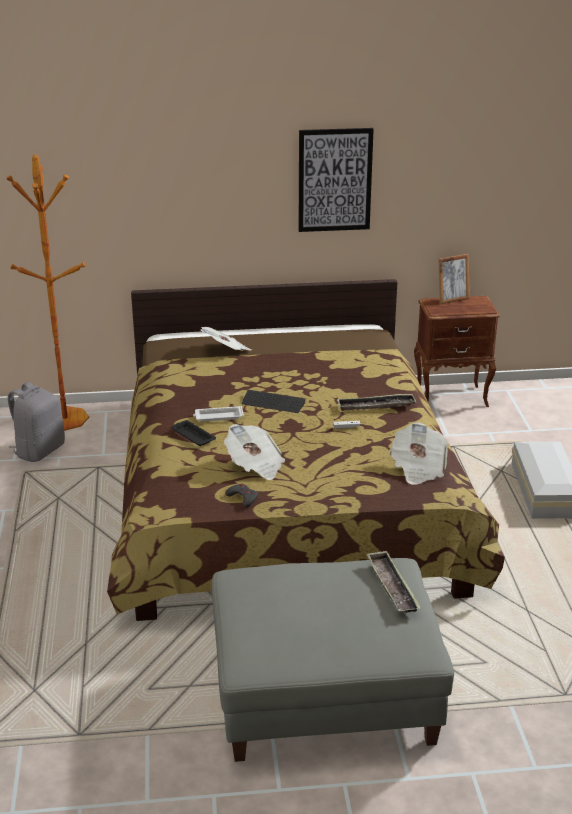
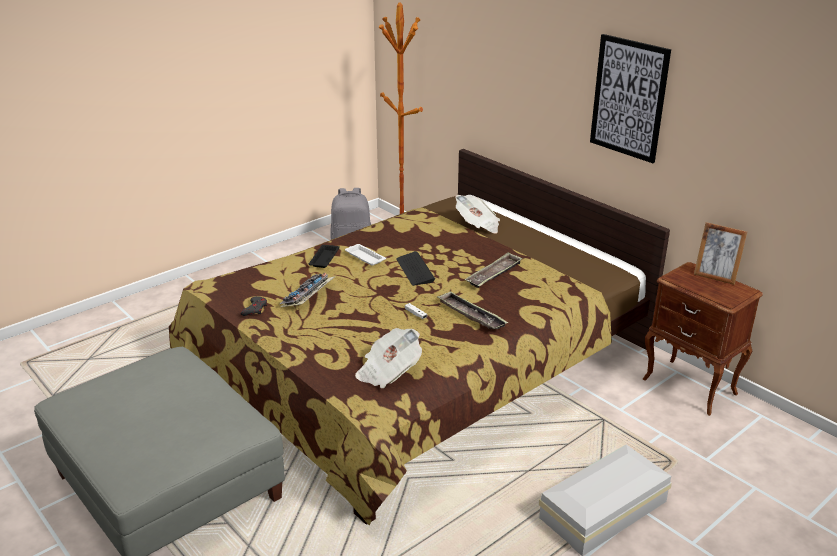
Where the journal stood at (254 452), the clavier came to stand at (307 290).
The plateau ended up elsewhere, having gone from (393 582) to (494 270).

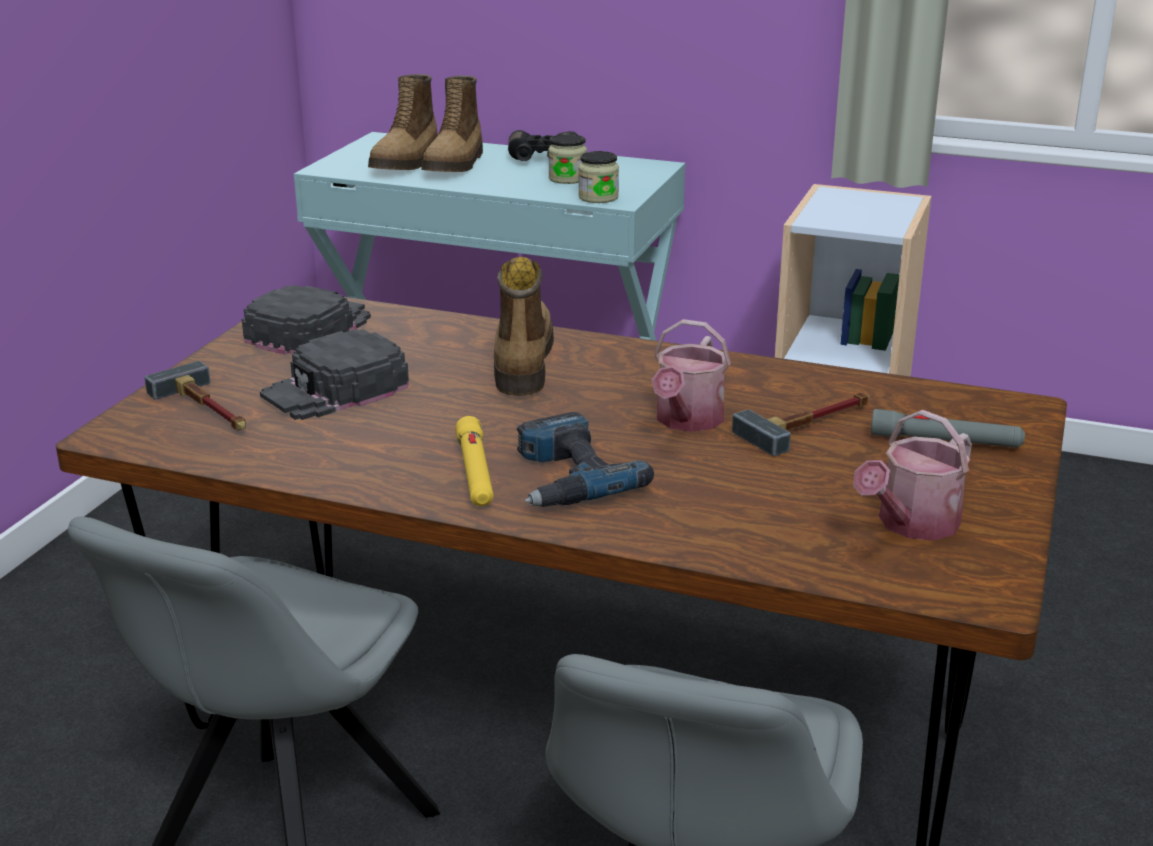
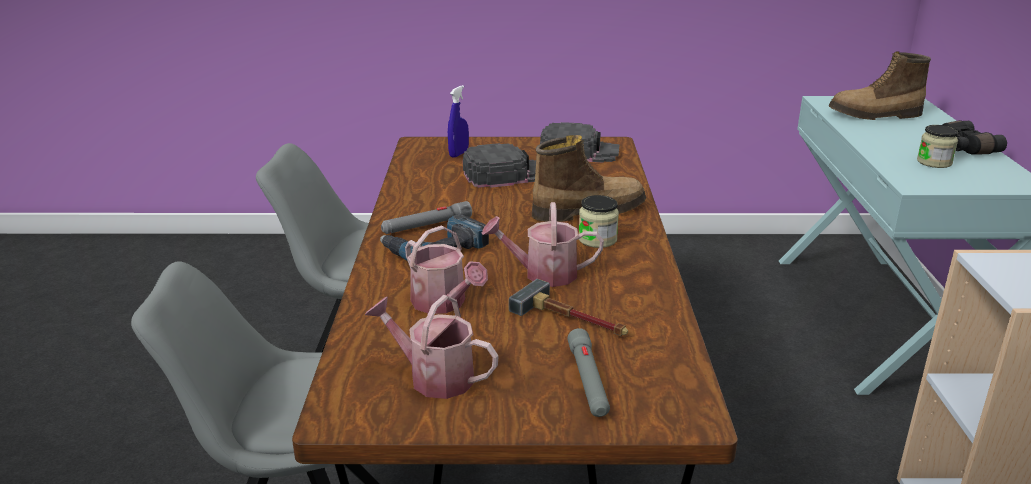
What was the lampe de poche/jaune at (474 461) turned into the lampe de poche/gris at (426 217).
The second view gained the arrosoir at (446 270).
Where the marteau stood at (195 396), the vaporisateur/bleu came to stand at (458 121).
The casquette/noir at (334 374) ended up facing another way, 135 degrees clockwise from before.
The bocal ended up elsewhere, having gone from (598 177) to (599 221).
The second view lost the botte at (452 123).

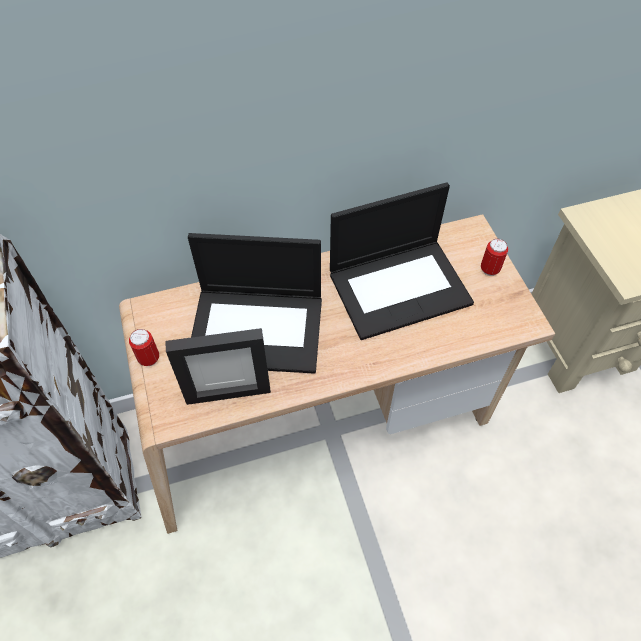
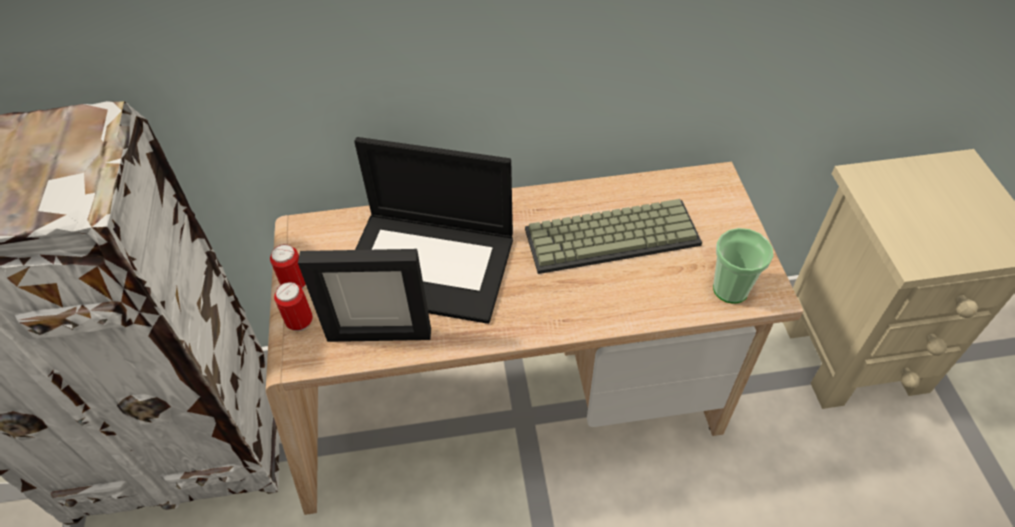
The boîte métallique ended up elsewhere, having gone from (494 257) to (293 306).
Where the ordinateur portable stood at (402 261), the clavier came to stand at (613 236).
The second view gained the tasse at (743 266).

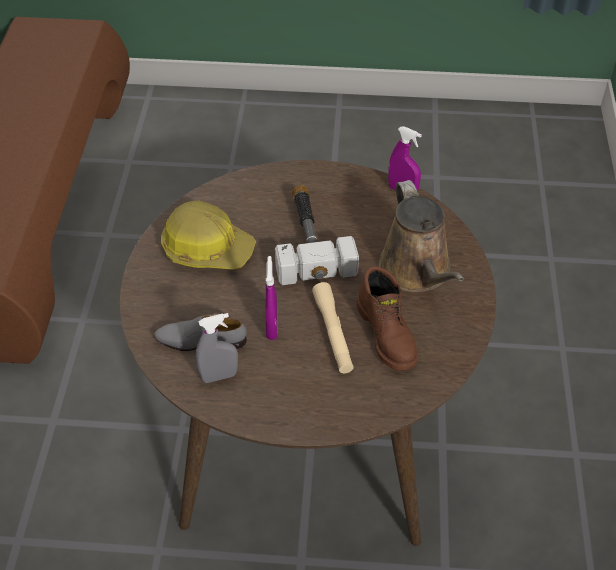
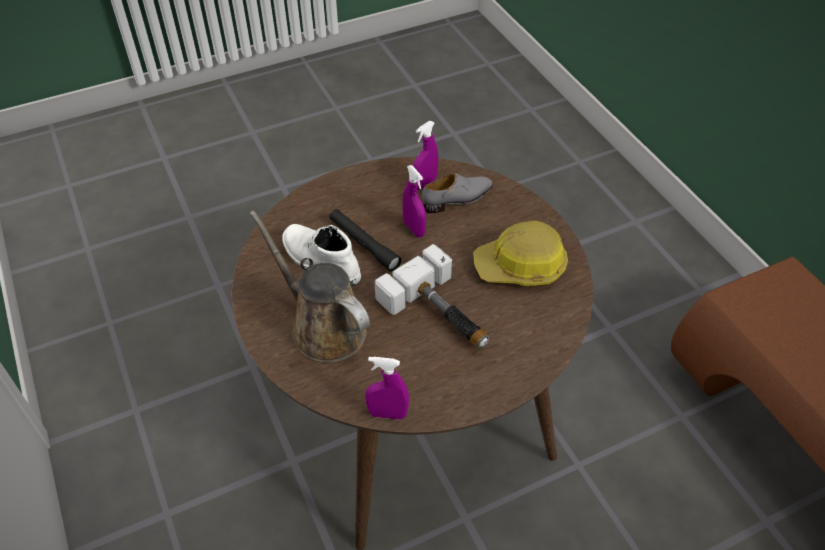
What was the botte/marron at (387 318) turned into the botte/blanc at (321 255).
What was the lampe de poche/beige at (333 327) turned into the lampe de poche/noir at (365 240).
What was the vaporisateur/gris at (217 348) turned into the vaporisateur/violet at (425 155).

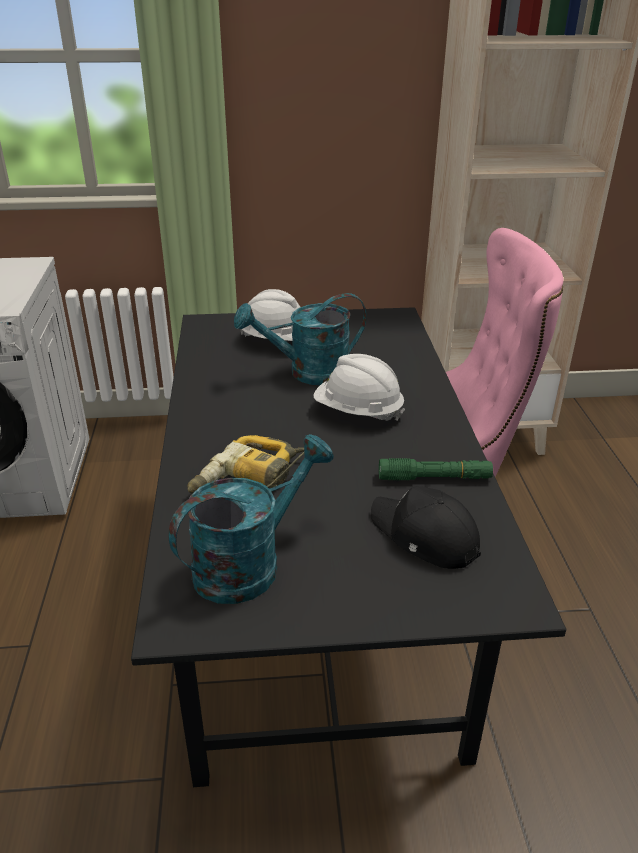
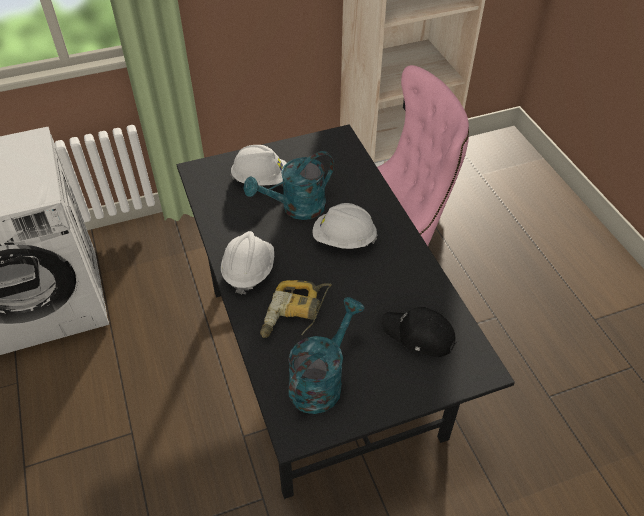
The second view gained the casque de chantier/blanc at (247 262).
The second view lost the lampe de poche/vert at (436 469).

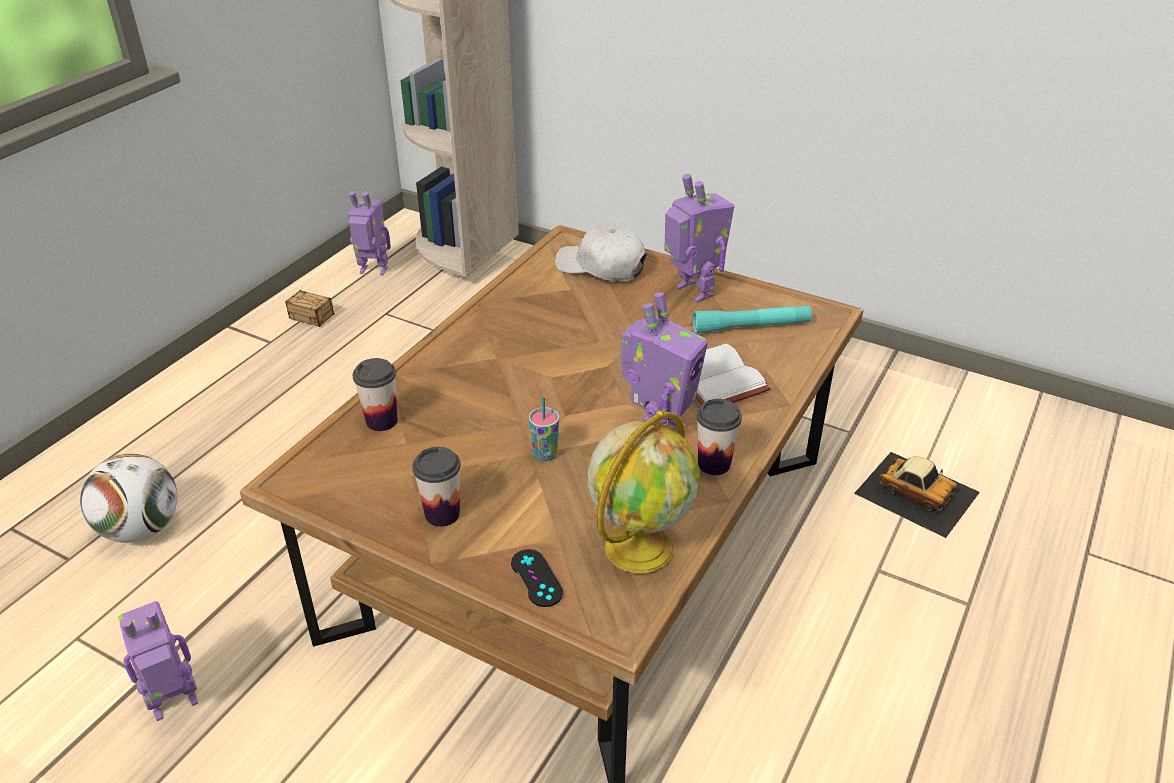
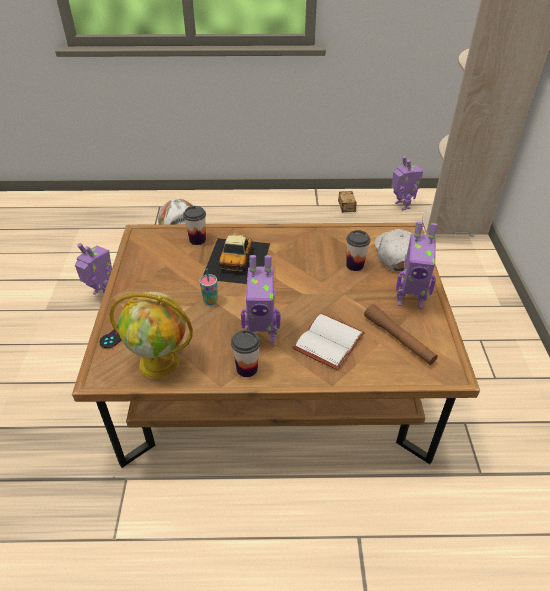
The petite voiture ended up elsewhere, having gone from (917 495) to (236 259).
The tasse ended up elsewhere, having gone from (436 487) to (358 250).
What was the lampe de poche/turquoise at (752 319) turned into the lampe de poche/marron at (401 334).
The robot jouet at (699 238) ended up facing another way, 75 degrees clockwise from before.

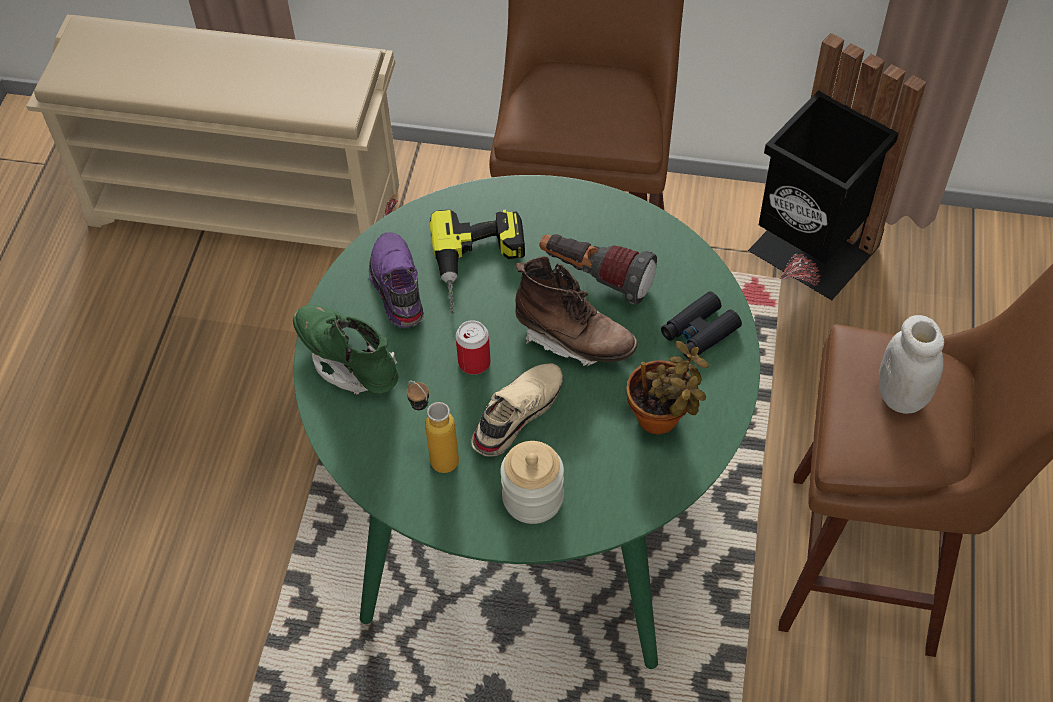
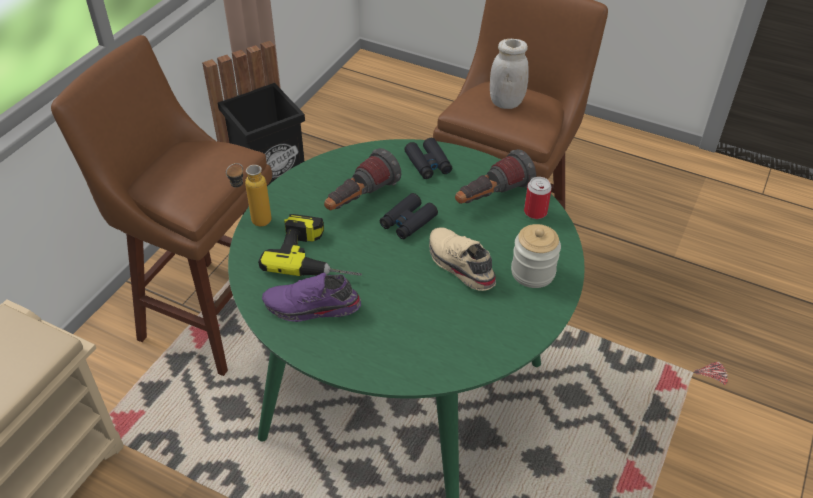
The bouteille ended up elsewhere, having gone from (433 426) to (248 194).
Where the botte/marron stood at (576 311), the jumelles/noir came to stand at (409 216).
Where the plante en pot stood at (667 388), the lampe de poche came to stand at (495 176).
The boîte métallique ended up elsewhere, having gone from (473 347) to (538 198).
The second view lost the botte/vert at (345 350).

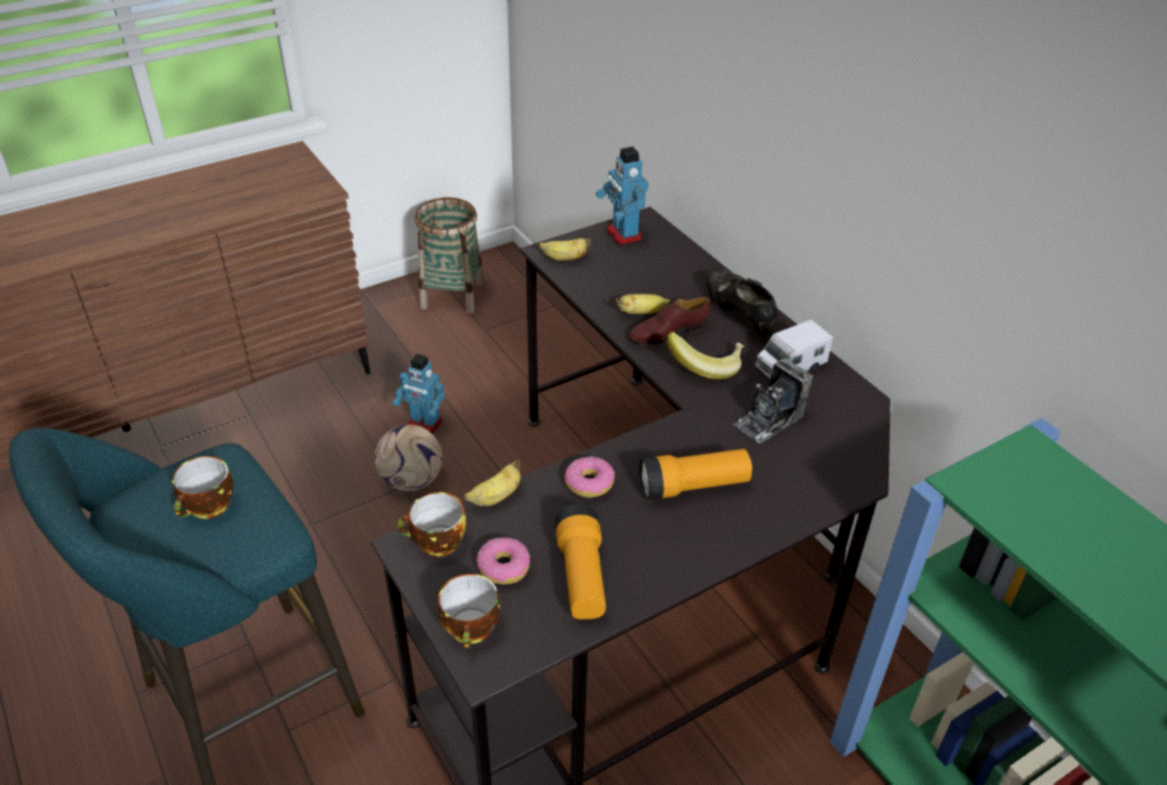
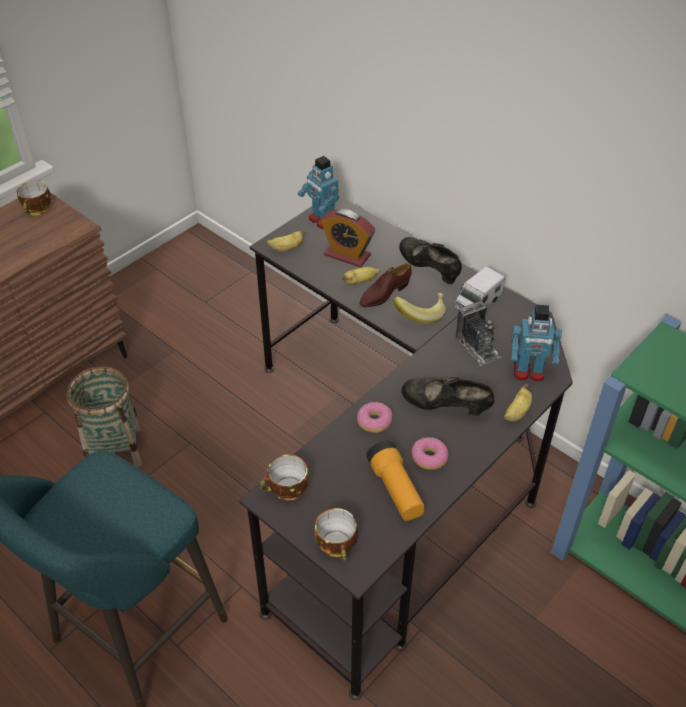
The tasse ended up elsewhere, having gone from (203 487) to (34 198).
The panier ended up elsewhere, having gone from (449 255) to (104 416).
The second view gained the réveil at (348 238).
Where the lampe de poche stood at (695 474), the chaussure/noir came to stand at (447 396).
The beignet ended up elsewhere, having gone from (503 561) to (430 453).
The appareil photo at (773 400) ended up facing another way, 60 degrees counterclockwise from before.
The banane ended up elsewhere, having gone from (492 483) to (518 403).
The robot jouet ended up elsewhere, having gone from (419 393) to (536 343).
The second view lost the ballon de foot at (409 458).

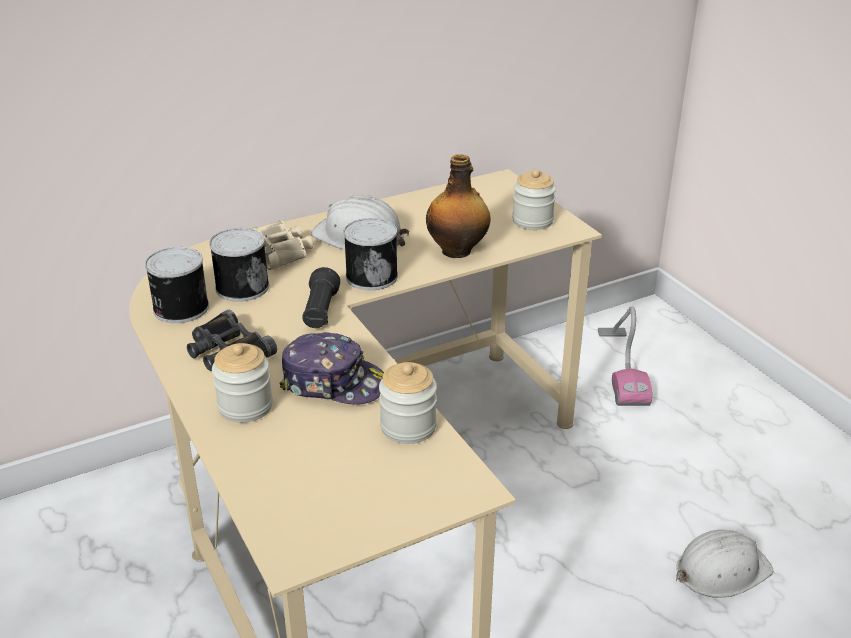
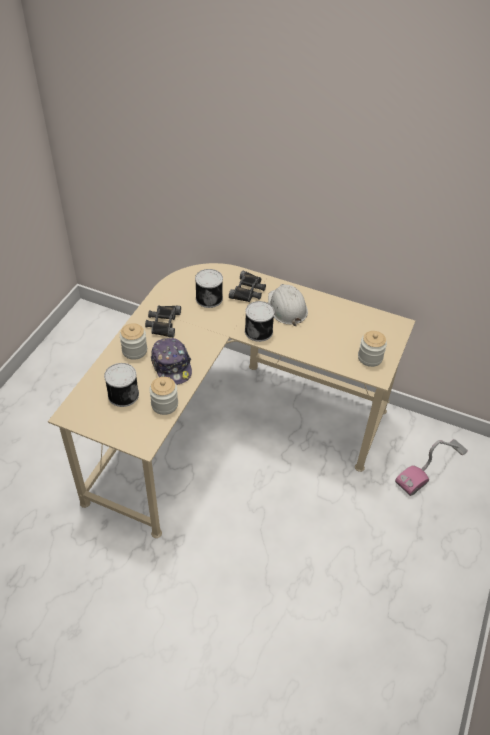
The boîte métallique ended up elsewhere, having gone from (177 285) to (121 385).
What was the jumelles/beige at (281 245) turned into the jumelles/noir at (247 286).
The second view lost the lampe de poche/noir at (321 297).
The second view lost the bouteille at (458 206).
The second view lost the casque de chantier/blanc at (724 564).

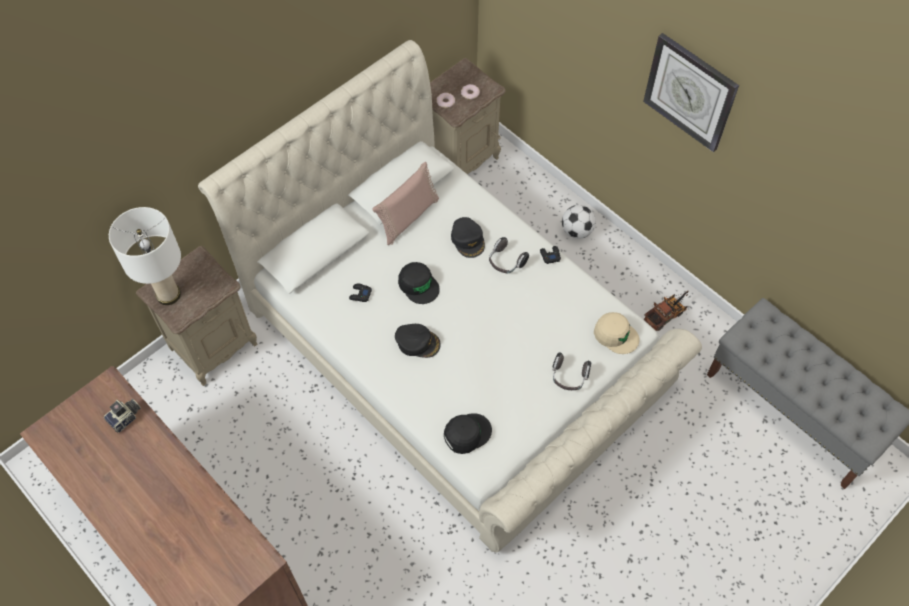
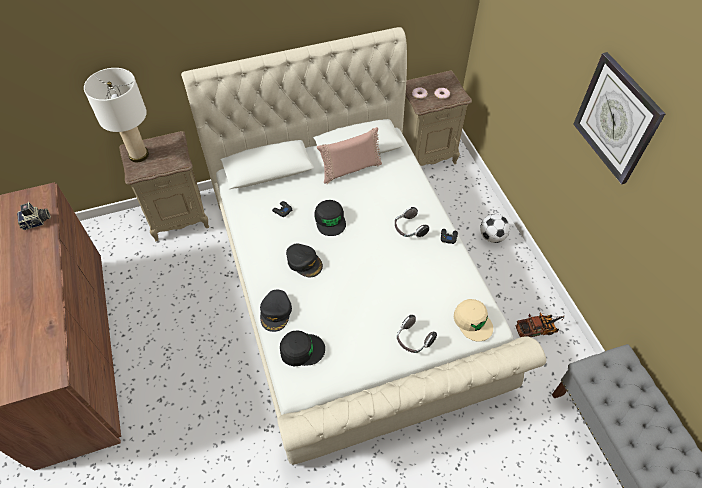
The casquette/noir ended up elsewhere, having gone from (468 237) to (276 311).

